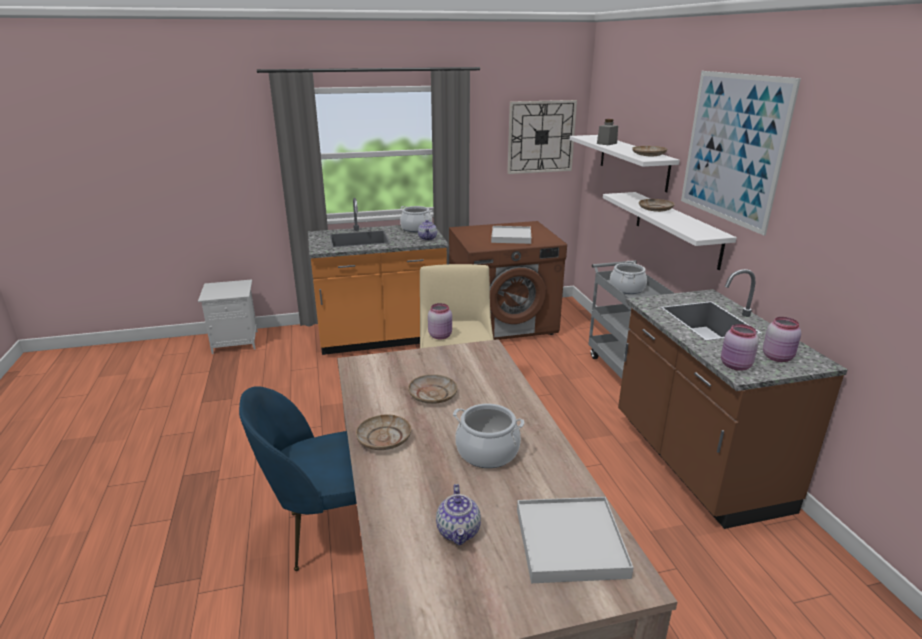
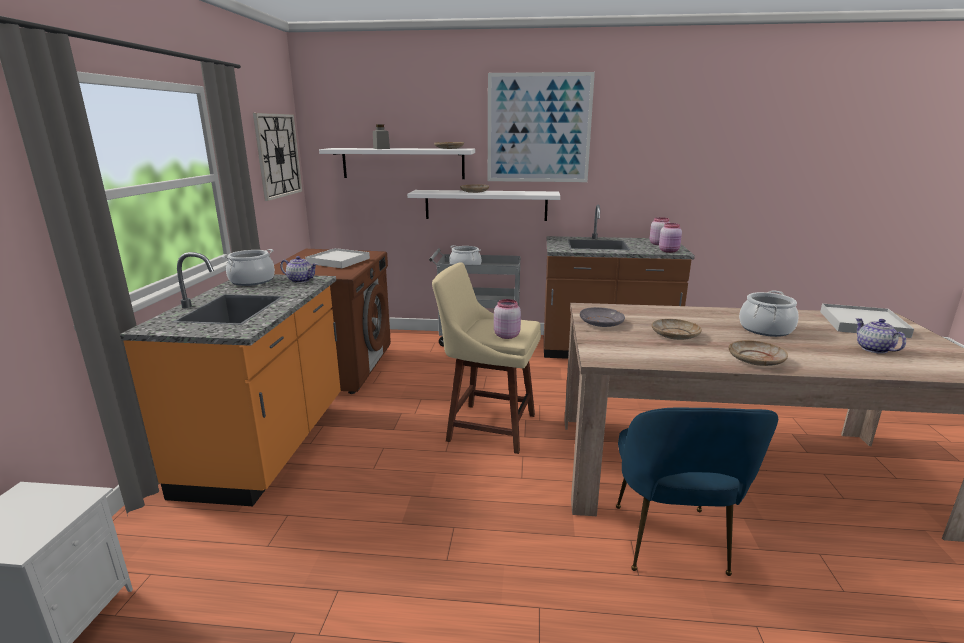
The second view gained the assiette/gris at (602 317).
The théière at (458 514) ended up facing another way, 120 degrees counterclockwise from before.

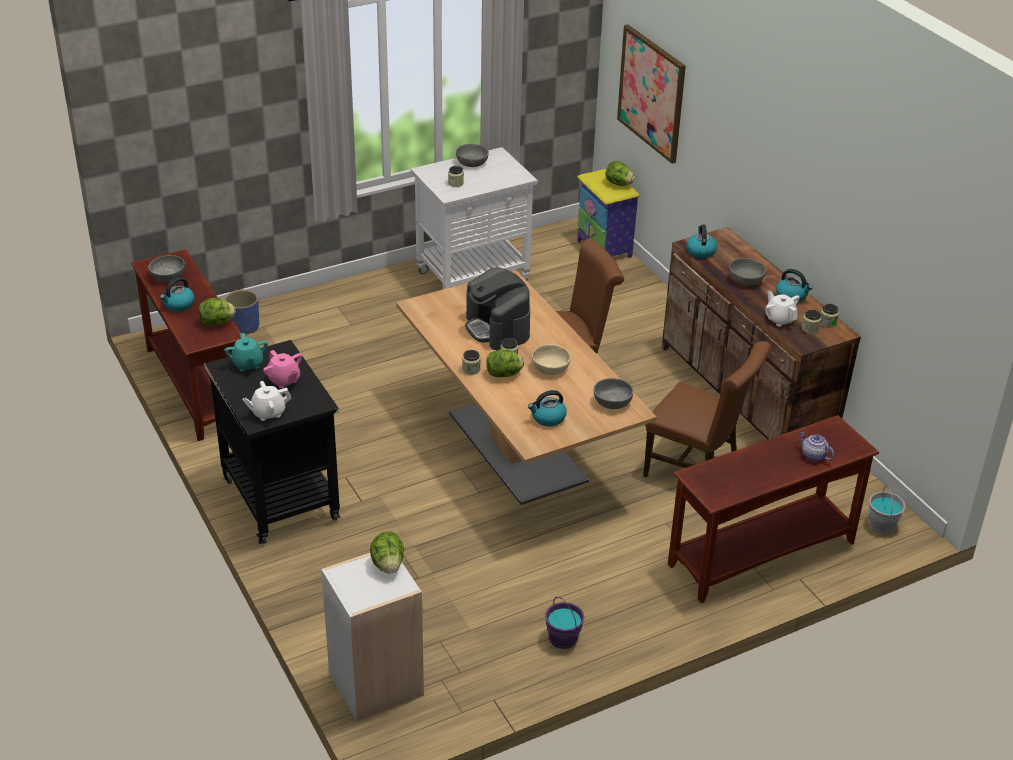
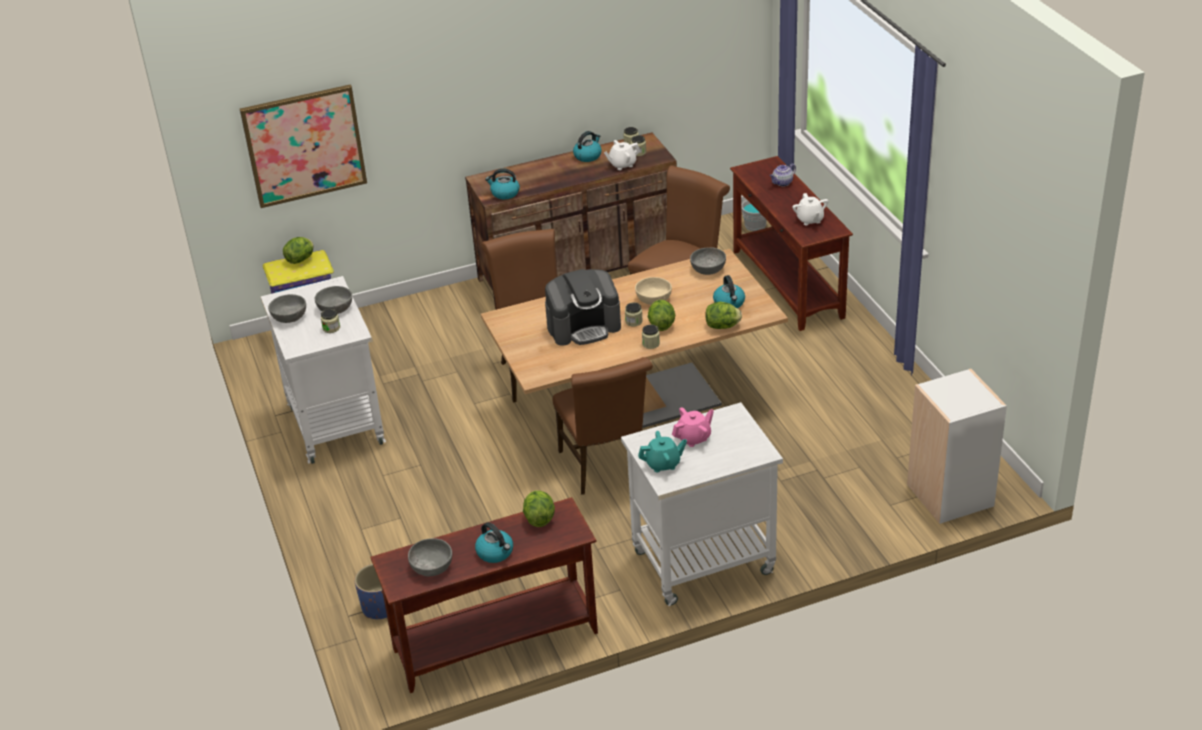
The bol/gris ended up elsewhere, having gone from (747 272) to (333 300).
The second view gained the chaise/marron at (603 425).
What was the chariot/noir at (272 442) turned into the chariot/blanc at (702 504).
The laitue ended up elsewhere, having gone from (387 552) to (723 315).
The théière/blanc ended up elsewhere, having gone from (267 401) to (810 209).
The second view lost the seau/violet at (565 623).

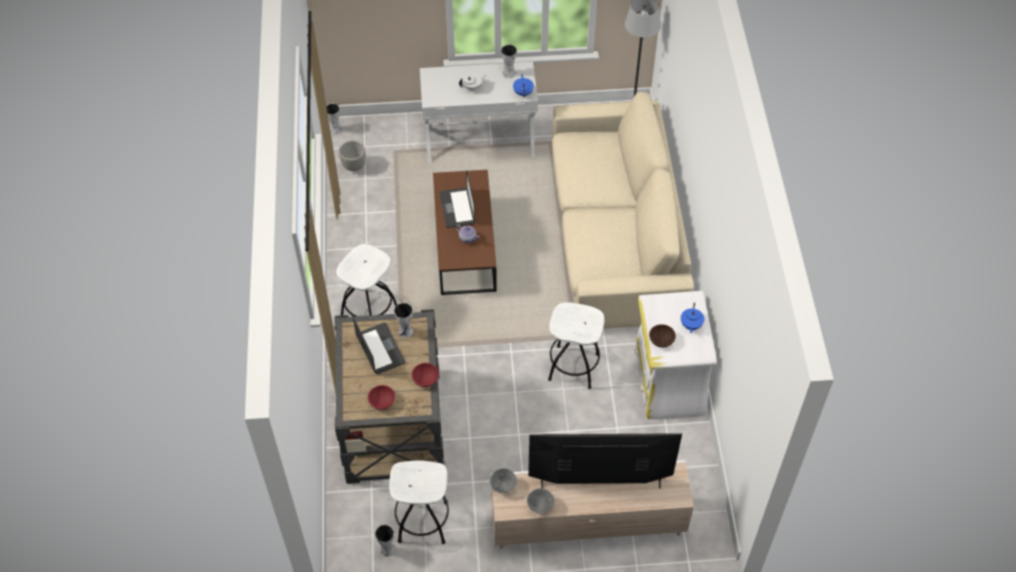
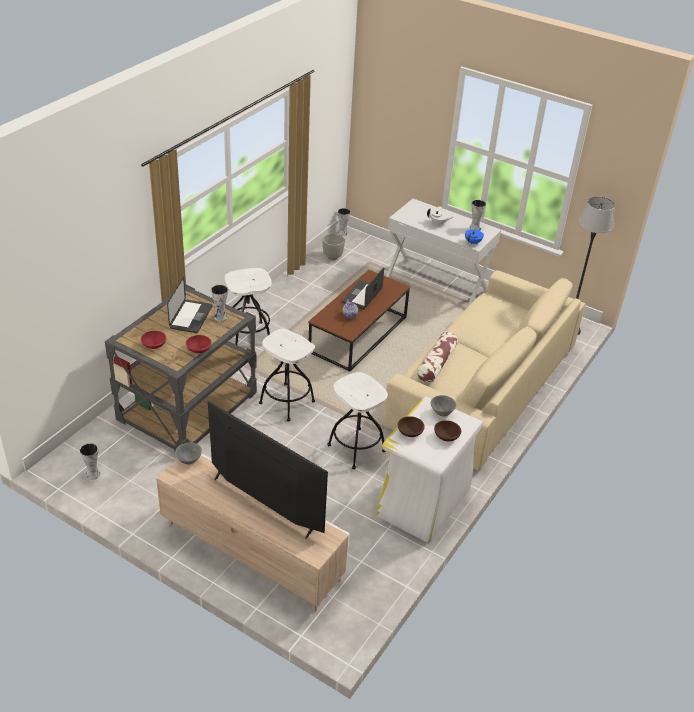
The tabouret/blanc ended up elsewhere, having gone from (419 502) to (287 375).
The second view gained the coussin at (437 357).
The bol/gris ended up elsewhere, having gone from (541 501) to (443 406).
Where the théière/bleu stood at (692 318), the bol/marron came to stand at (447 430).

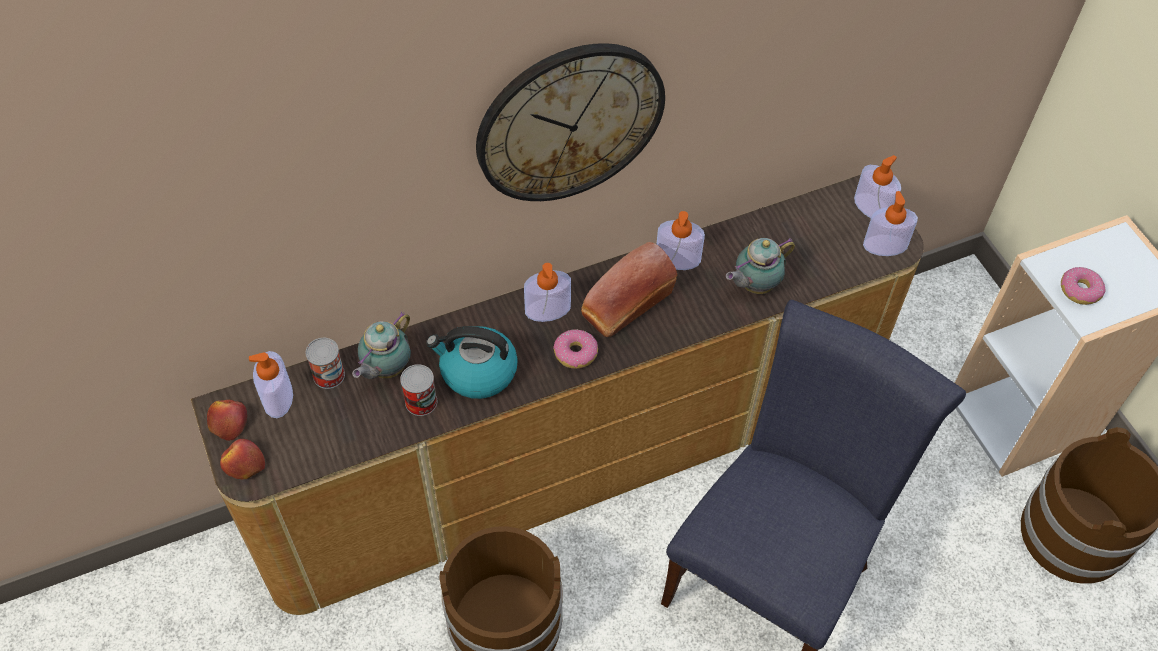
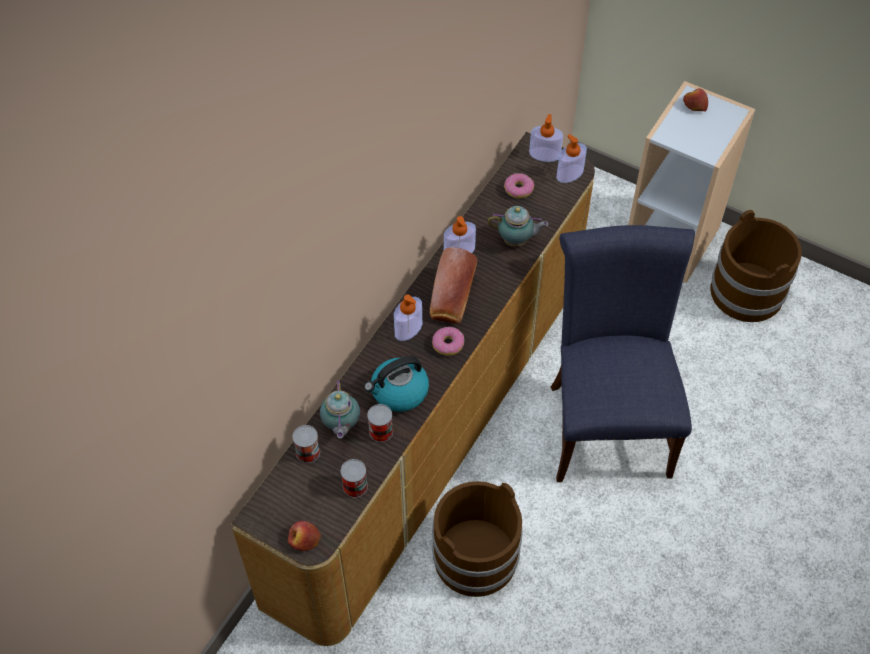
The second view gained the boîte métallique at (354 478).
The théière at (760 266) ended up facing another way, 105 degrees counterclockwise from before.
The beignet ended up elsewhere, having gone from (1083 286) to (519 186).
The pomme ended up elsewhere, having gone from (227 420) to (695 100).
The second view lost the distributeur de savon at (271 384).
The second view lost the horloge murale at (570 122).

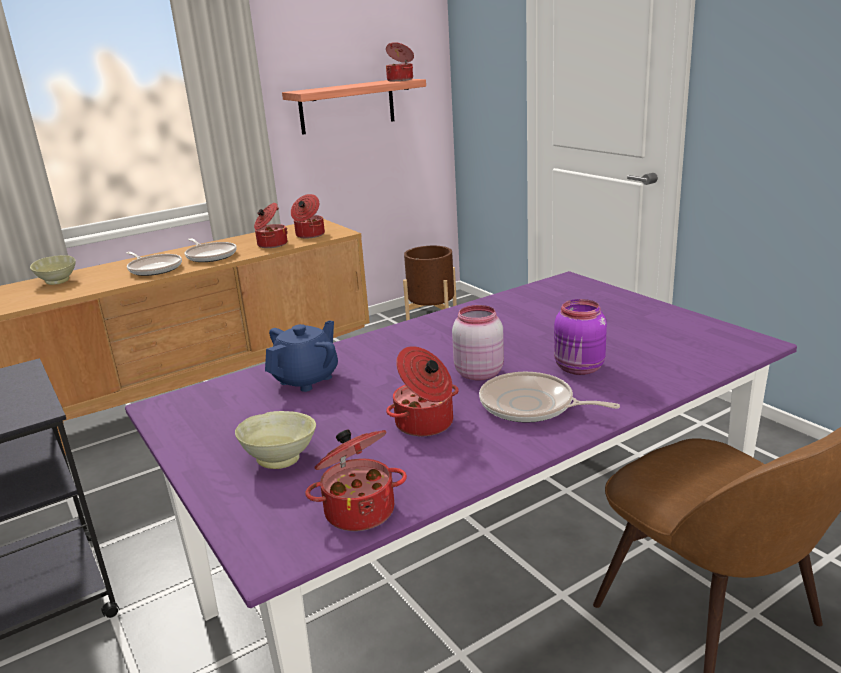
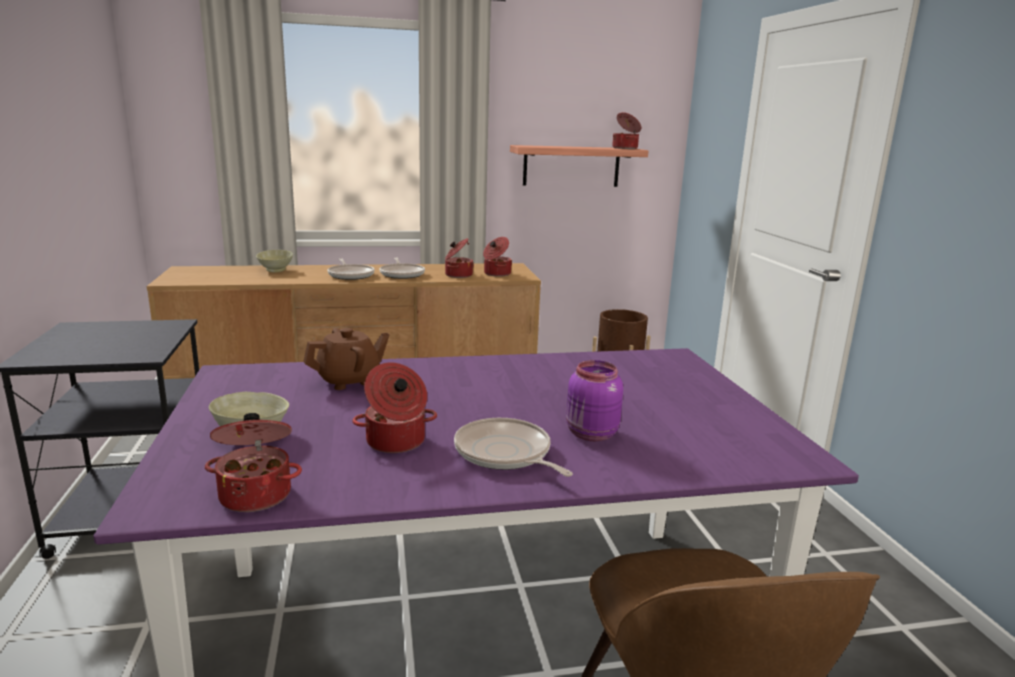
What was the théière/bleu at (301 356) turned into the théière/marron at (346 359).
The second view lost the bocal/rose at (478 343).

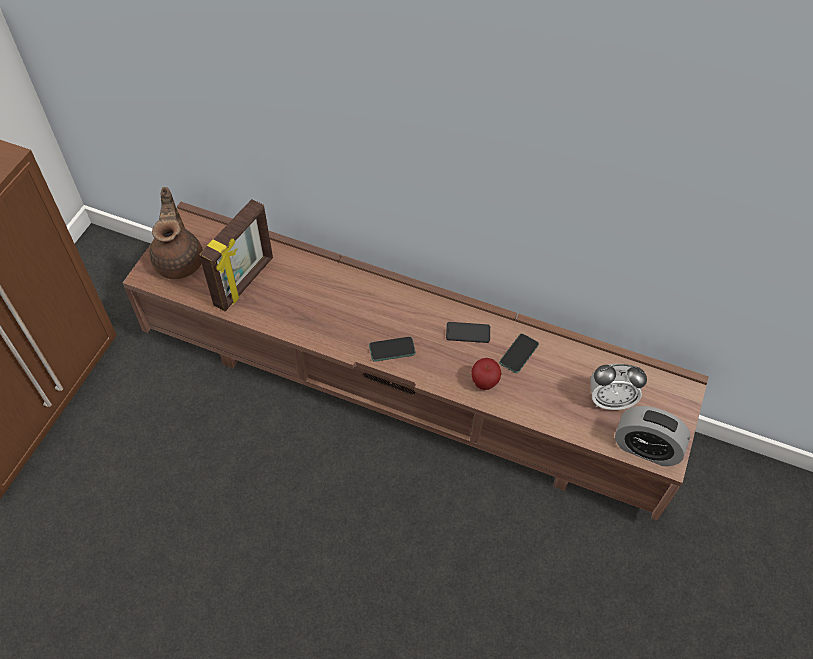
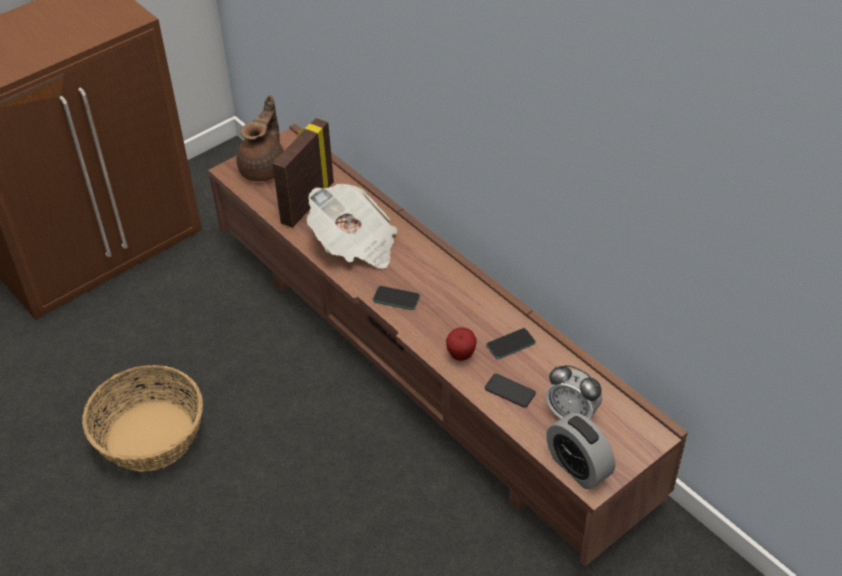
The second view gained the panier at (142 418).
The cadre photo at (236 255) ended up facing another way, 150 degrees clockwise from before.
The second view gained the journal at (351 226).
The téléphone ended up elsewhere, having gone from (468 332) to (510 391).

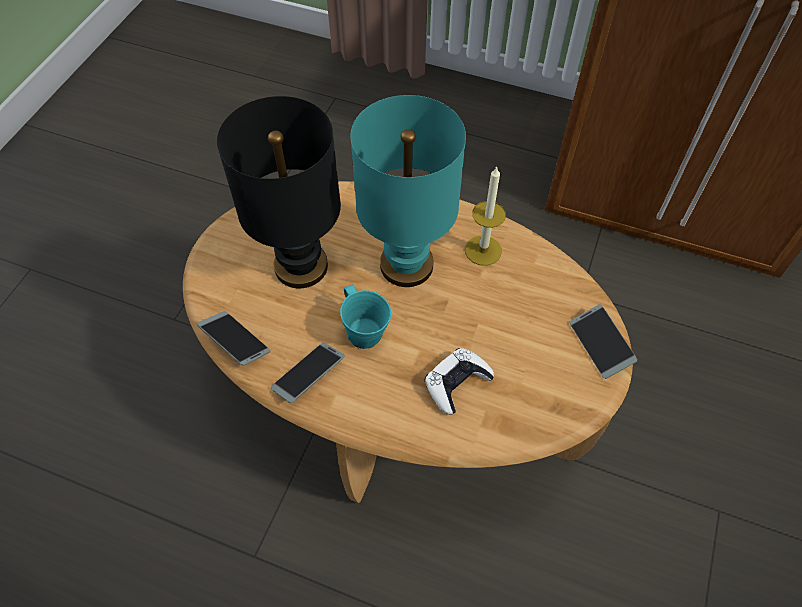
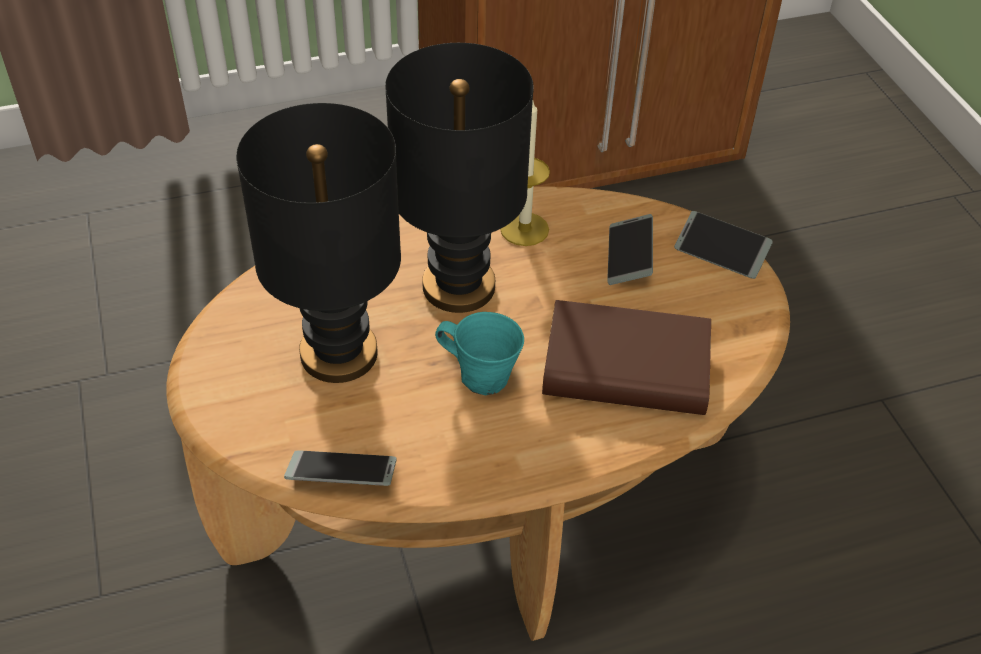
What was the lampe de table/turquoise at (408 191) turned into the lampe de table/noir at (459 178).
Where the manette/blanc stood at (459 381), the livre/marron came to stand at (626 357).
The téléphone ended up elsewhere, having gone from (307 373) to (630 249).

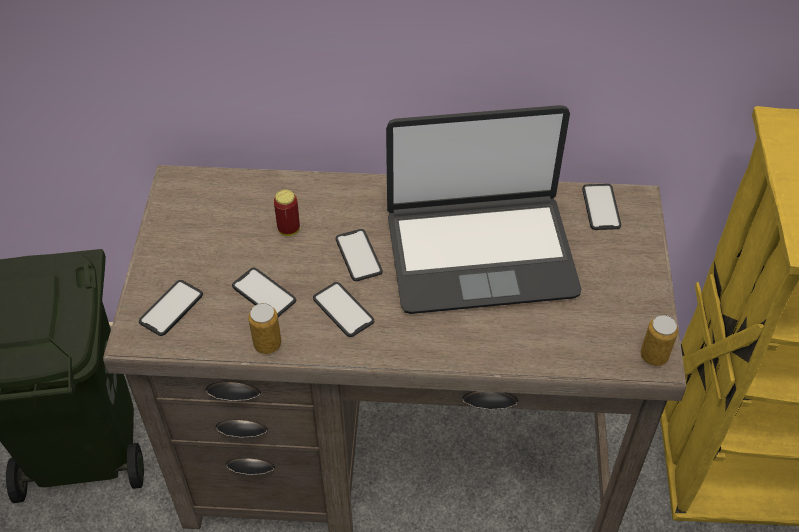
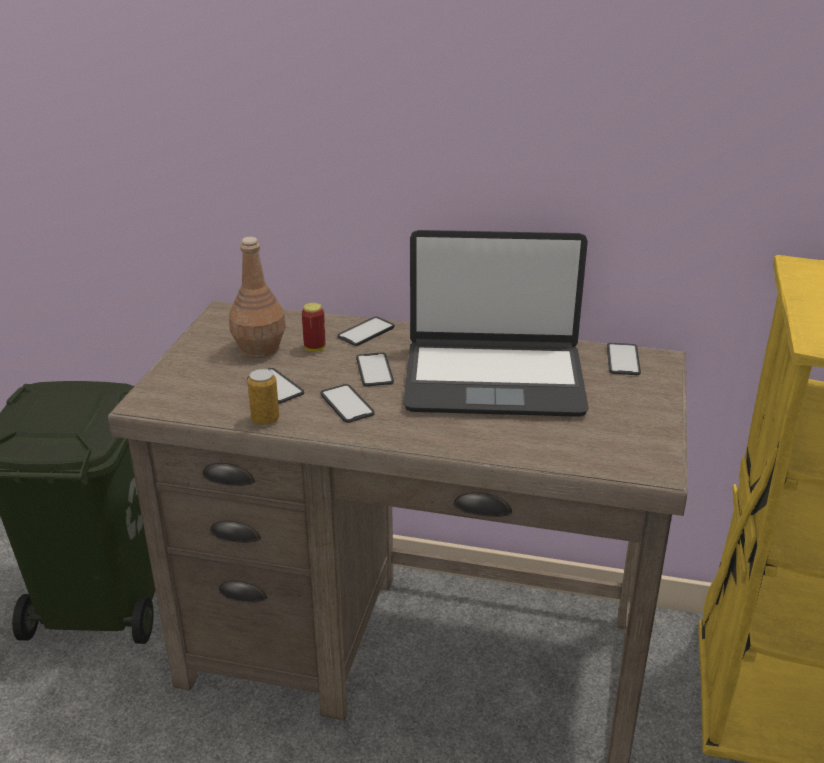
The second view gained the bouteille/marron at (257 297).
The téléphone ended up elsewhere, having gone from (171 308) to (366 331).
The second view lost the boîte métallique at (659 340).

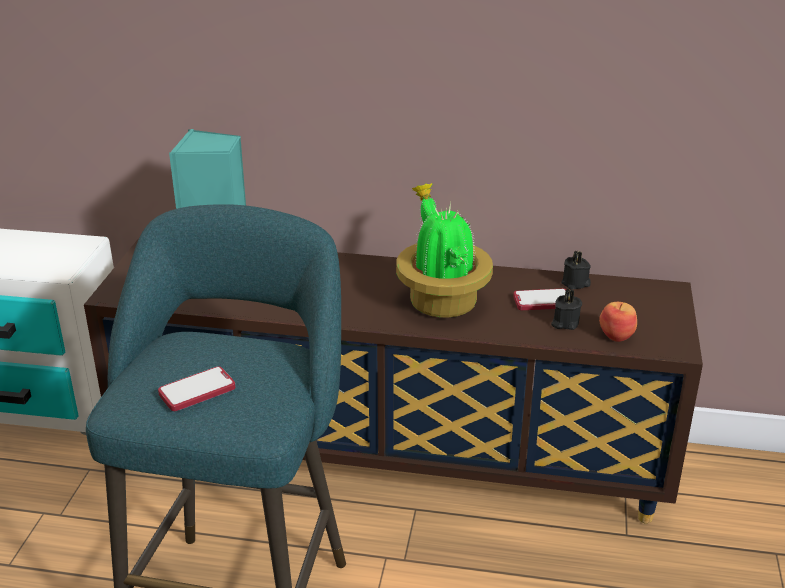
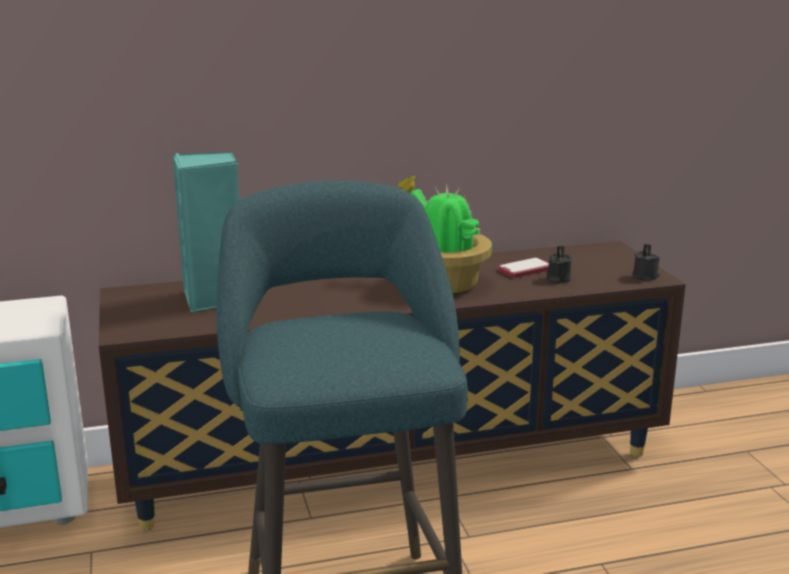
The bougie/noir ended up elsewhere, having gone from (576 270) to (646 263).
The second view lost the téléphone at (196 388).
The second view lost the pomme at (618 322).

